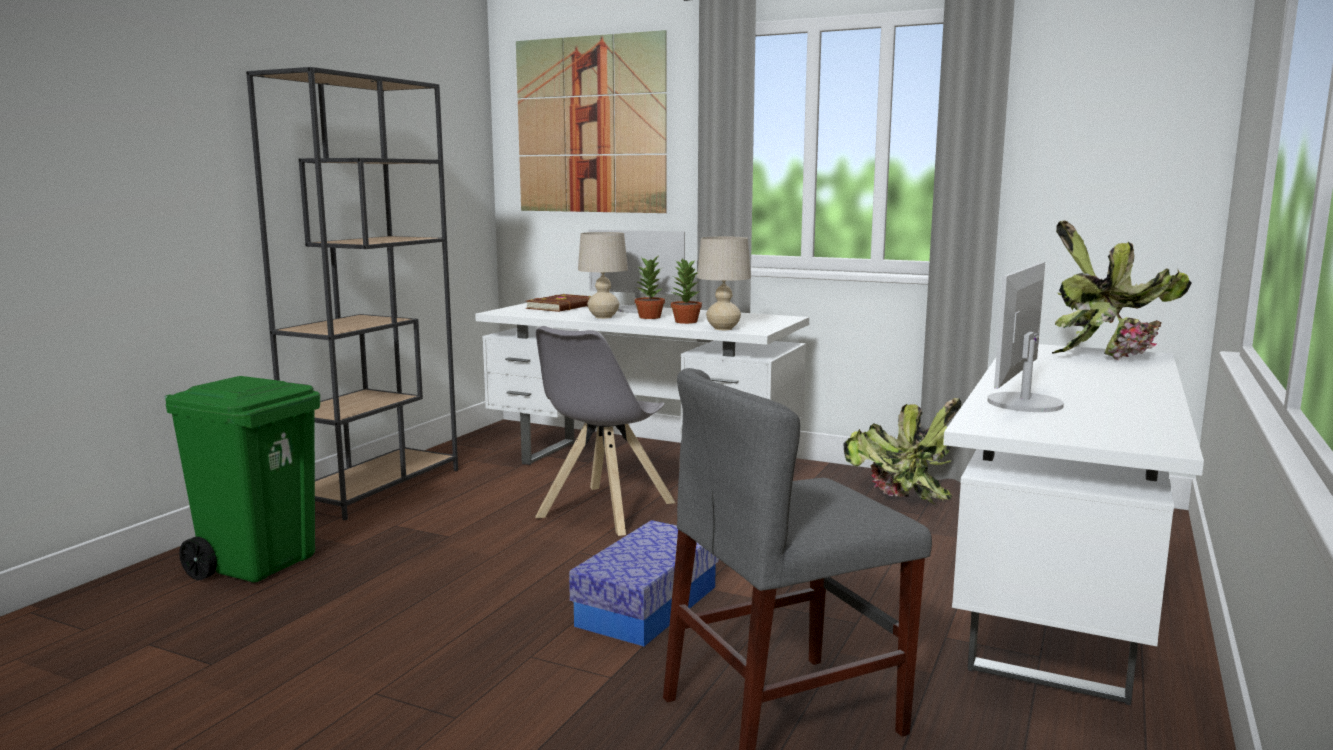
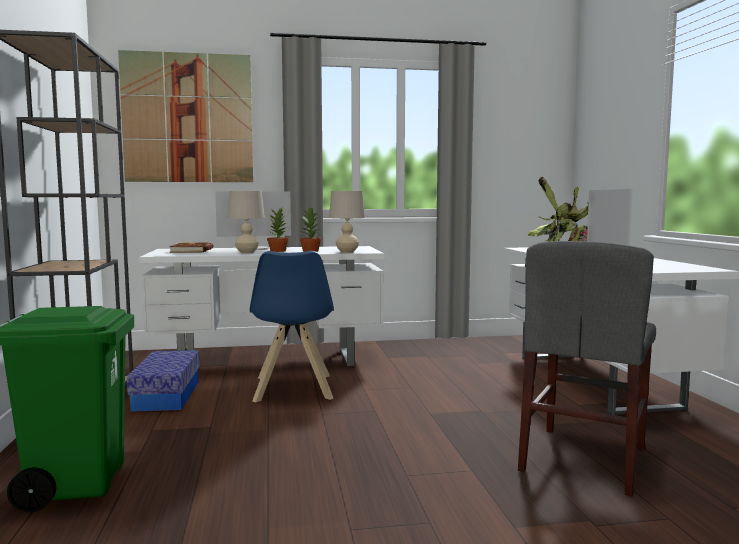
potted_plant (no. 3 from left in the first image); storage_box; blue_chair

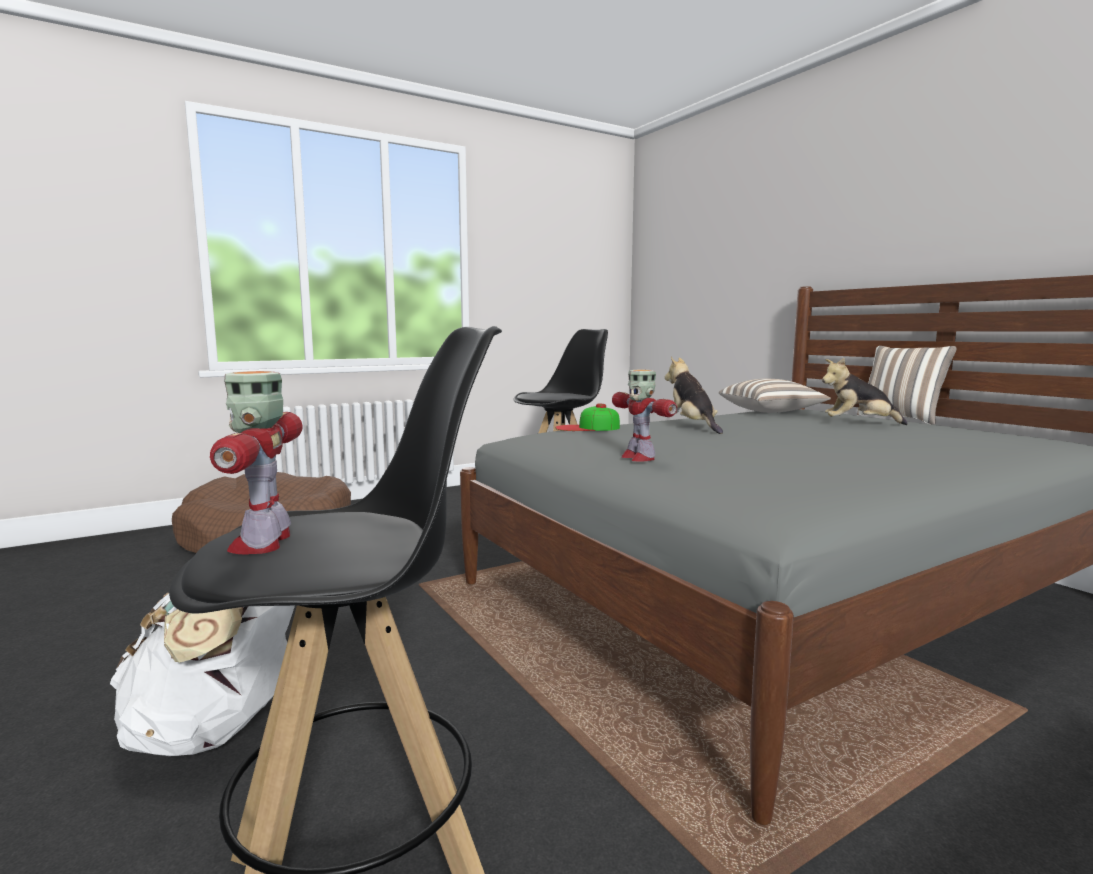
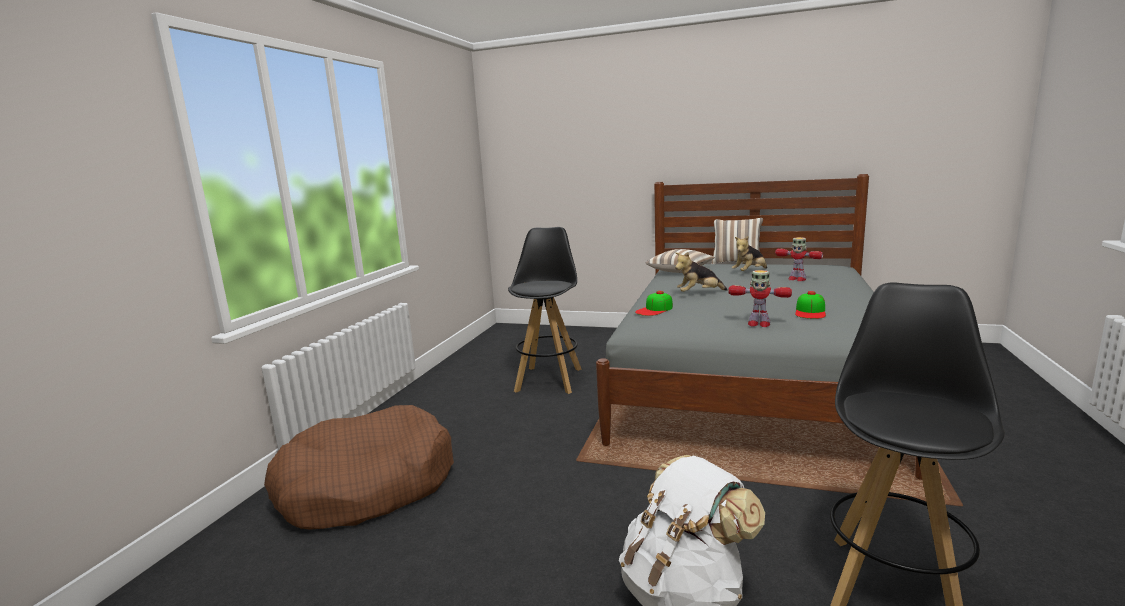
cap (no. 2 from left); toy_robot (no. 2 from left); plush_toy (no. 1 from left)

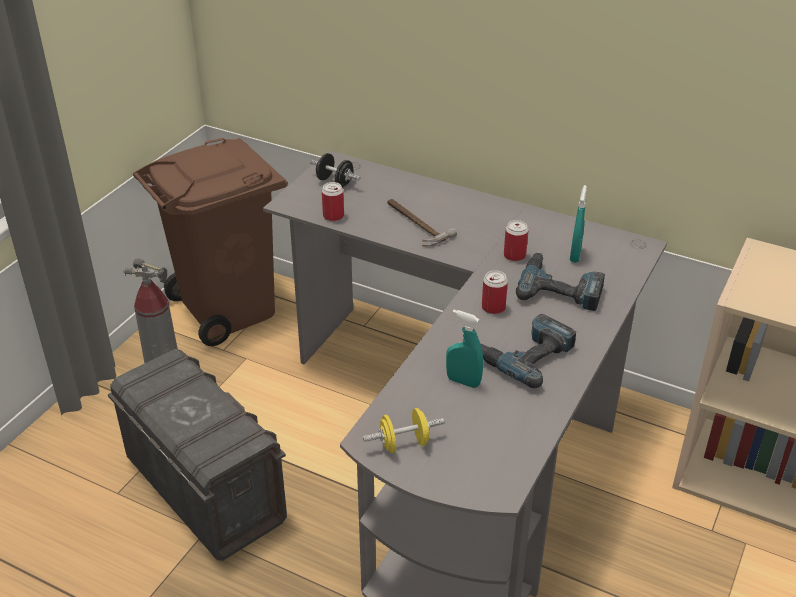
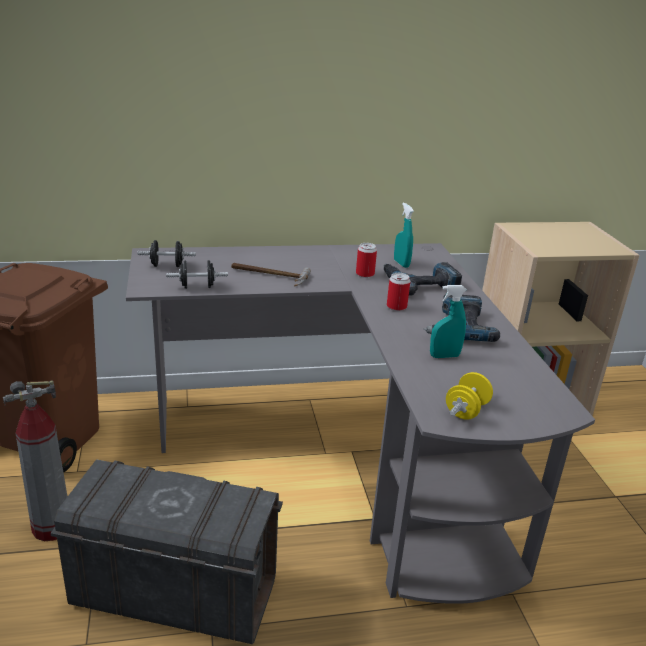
black_dumbbell (no. 2 from left)

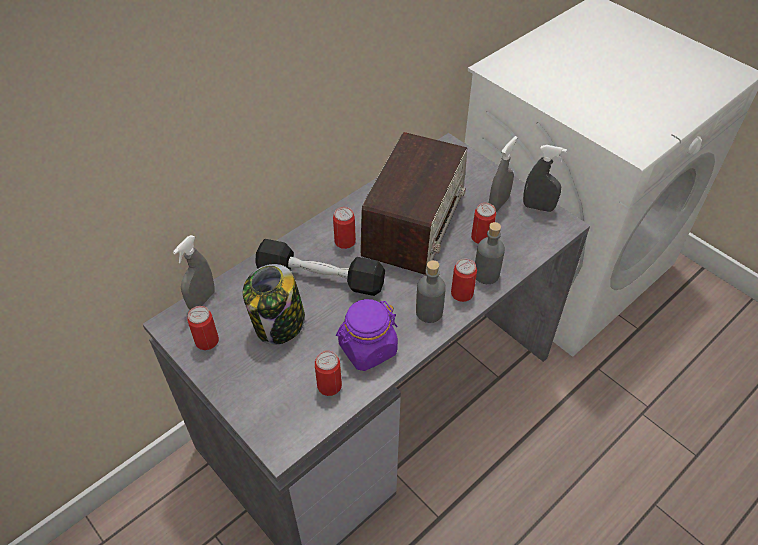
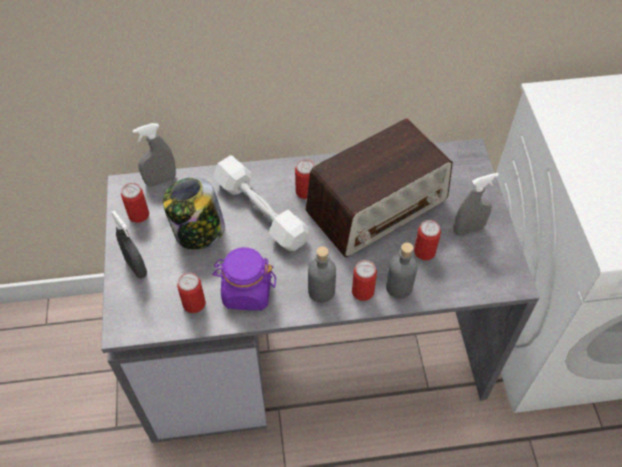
grey_spray_bottle (no. 1 from left); white_dumbbell

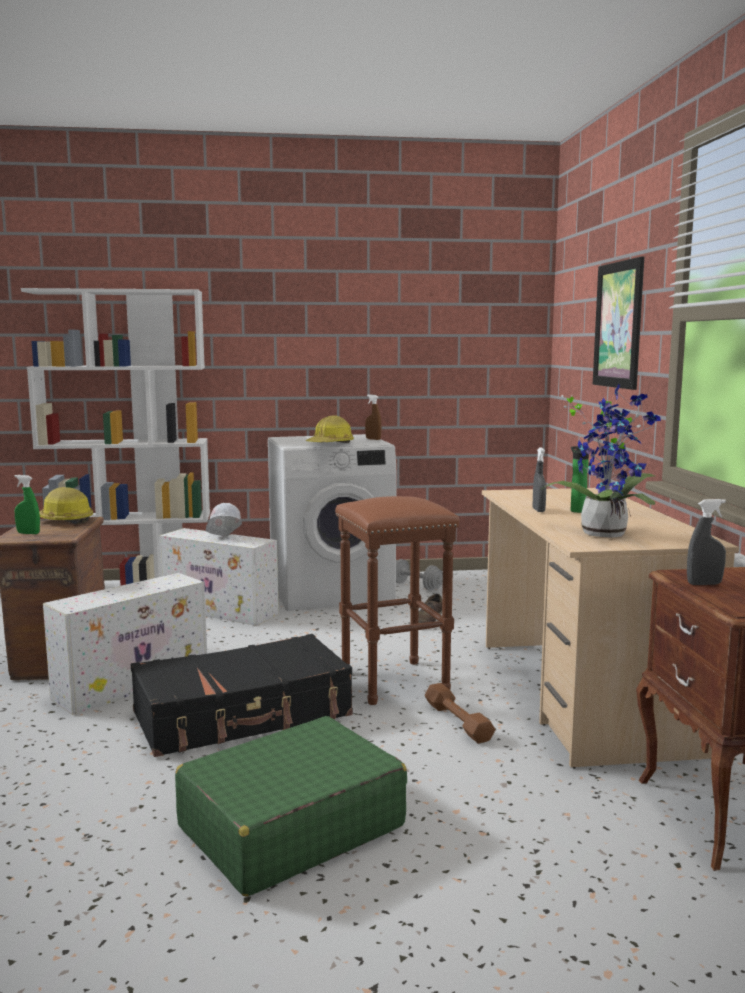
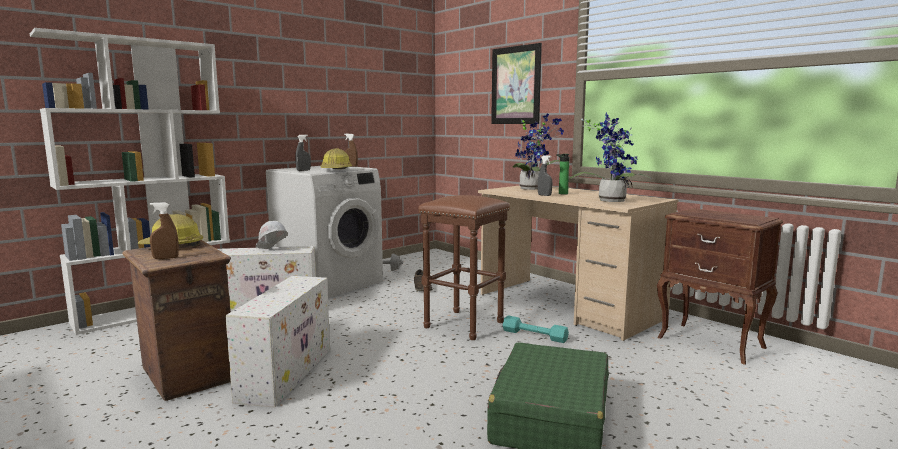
black_suitcase; potted_plant (no. 1 from left); grey_spray_bottle (no. 1 from left); brown_spray_bottle (no. 1 from left); turquoise_dumbbell

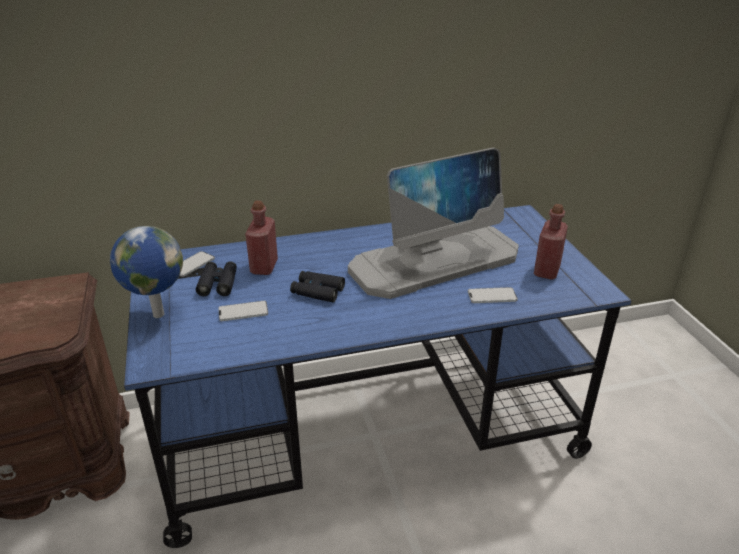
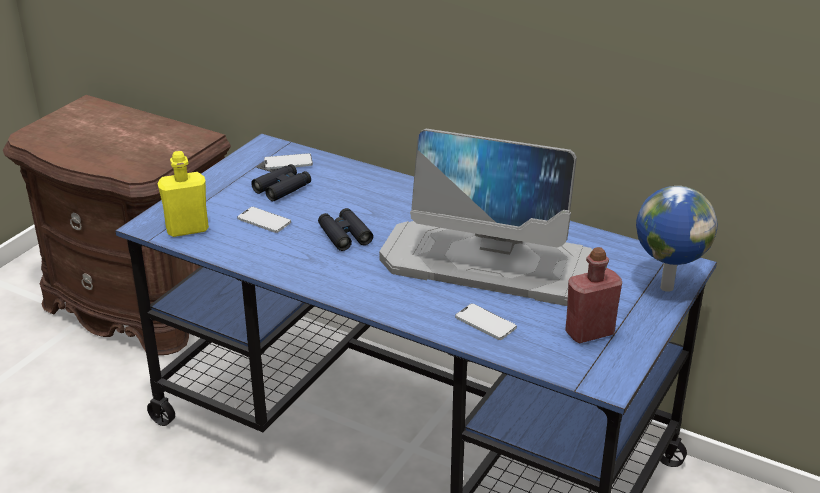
red_bottle (no. 1 from left in the first image); yellow_bottle; globe

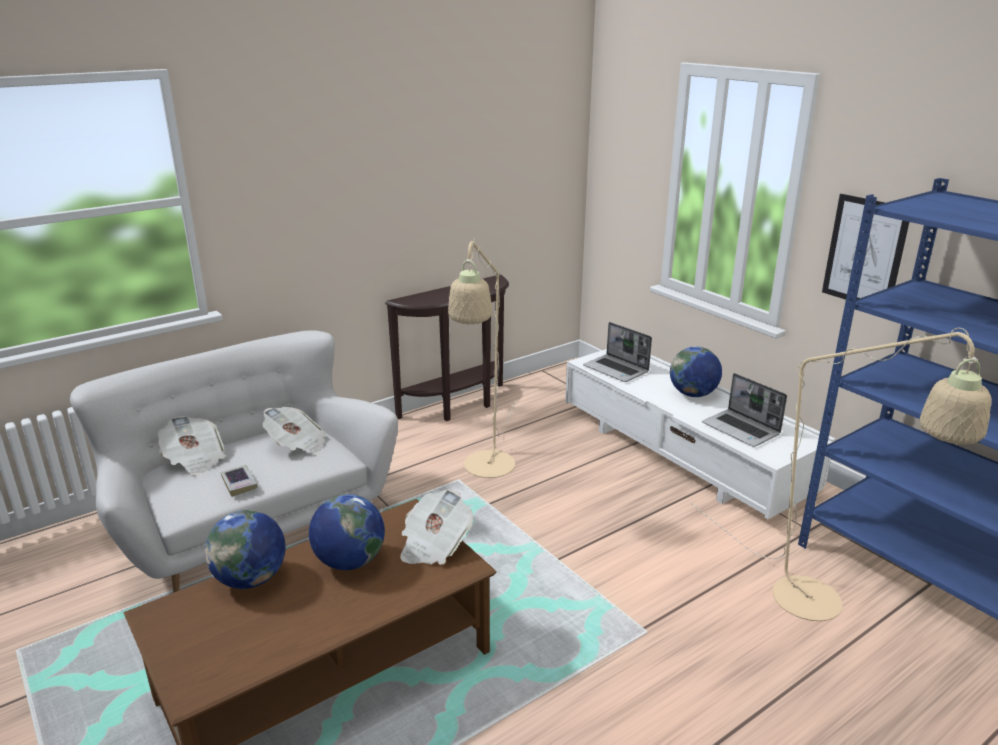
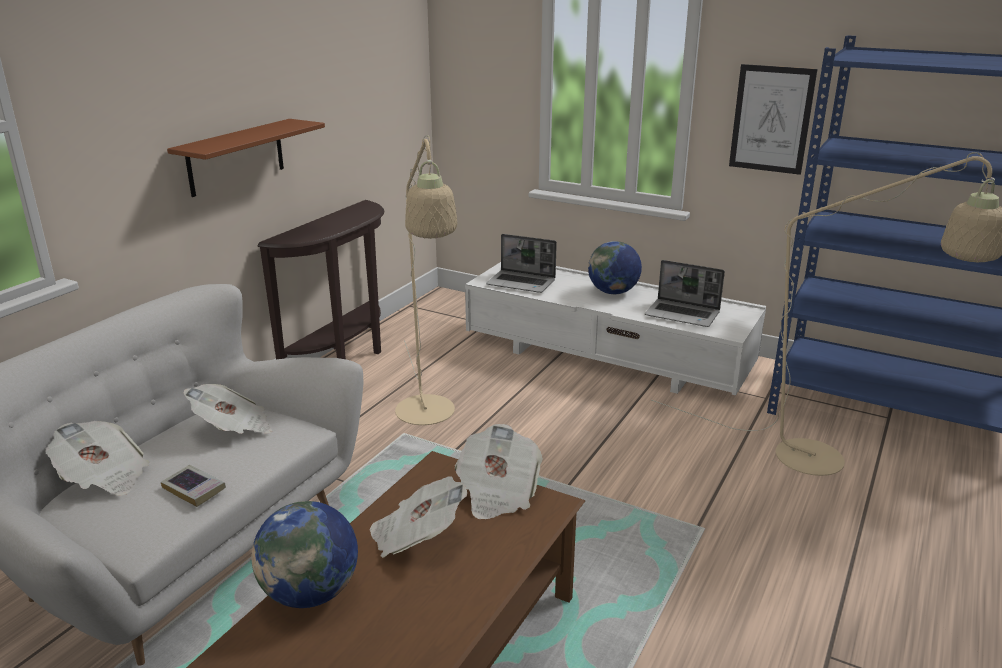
brown_shelf; newspaper (no. 3 from left)

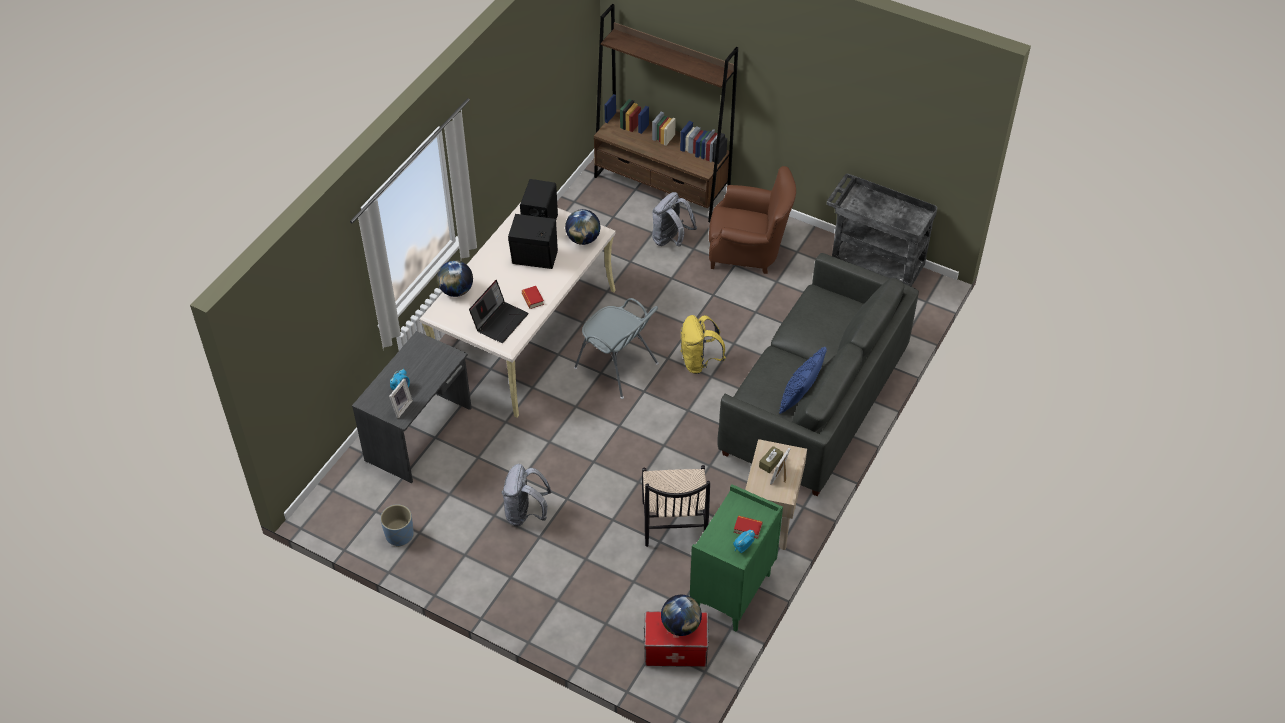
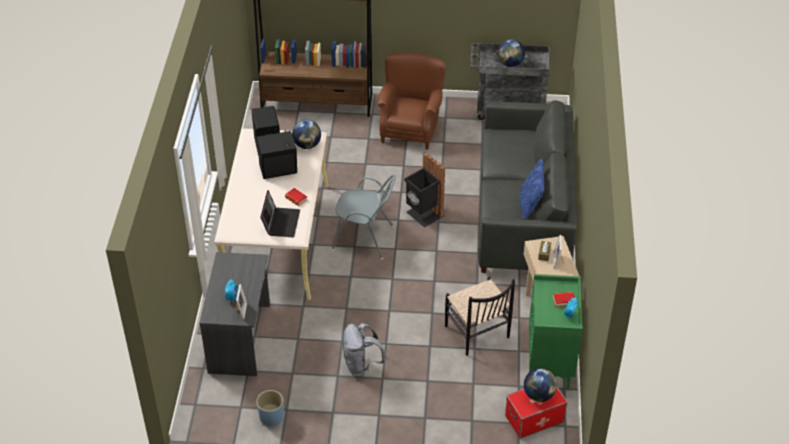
grey_backpack (no. 2 from left in the first image); globe (no. 2 from left); black_trash_can; brown_armchair

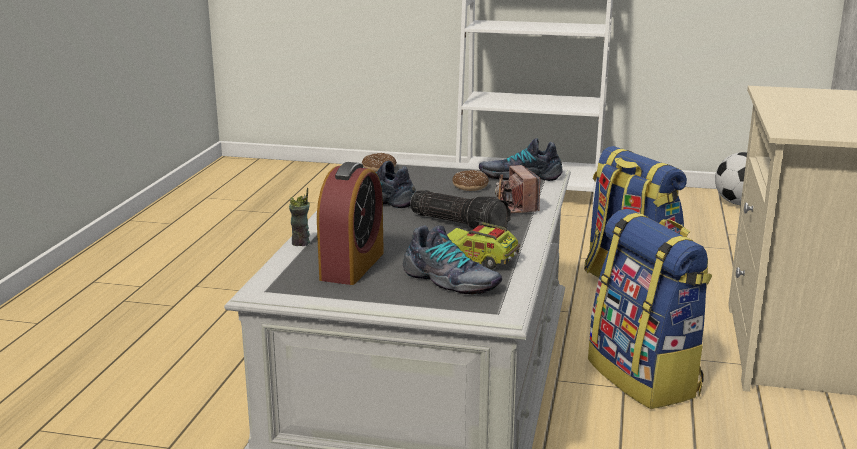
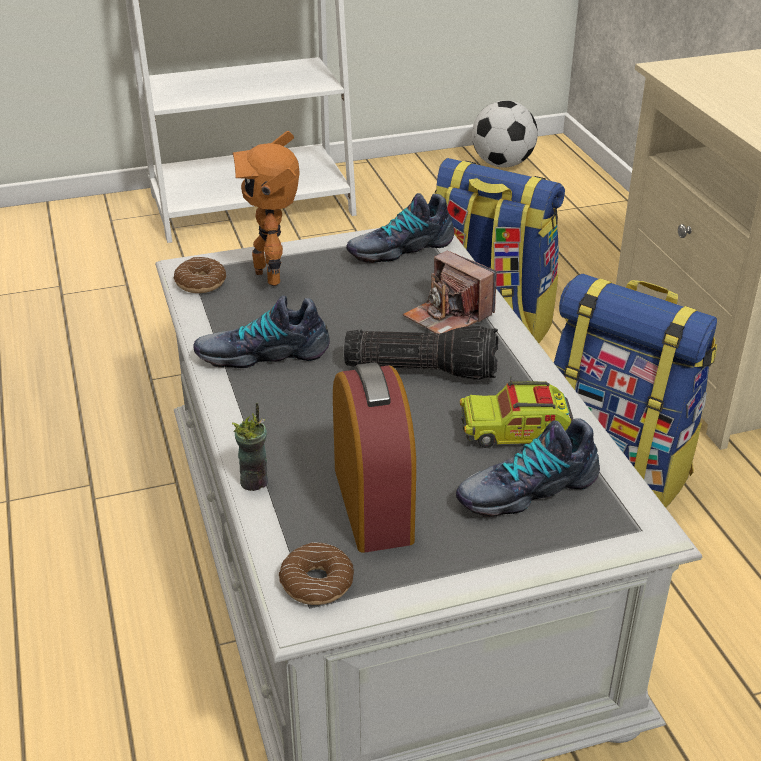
toy_robot; donut (no. 2 from left); shoe (no. 3 from left)

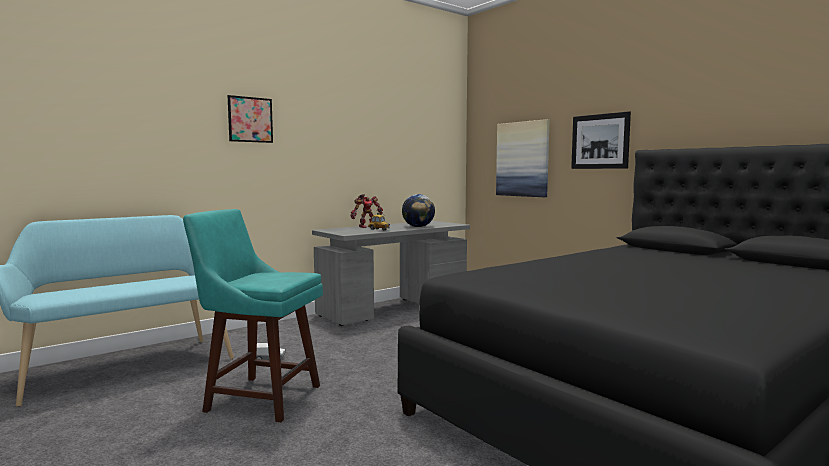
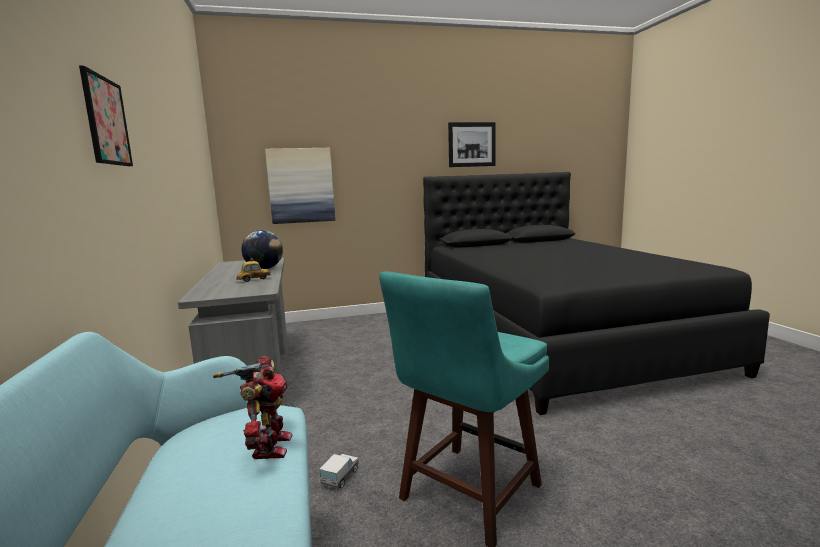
toy_robot; picture (no. 3 from left)

